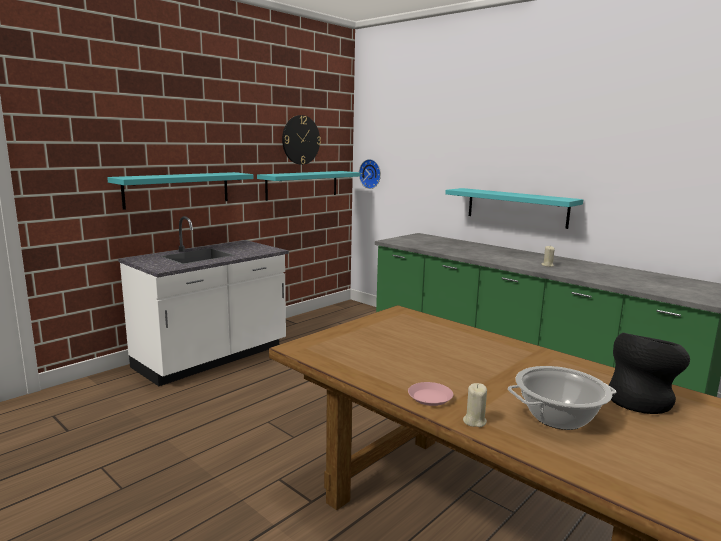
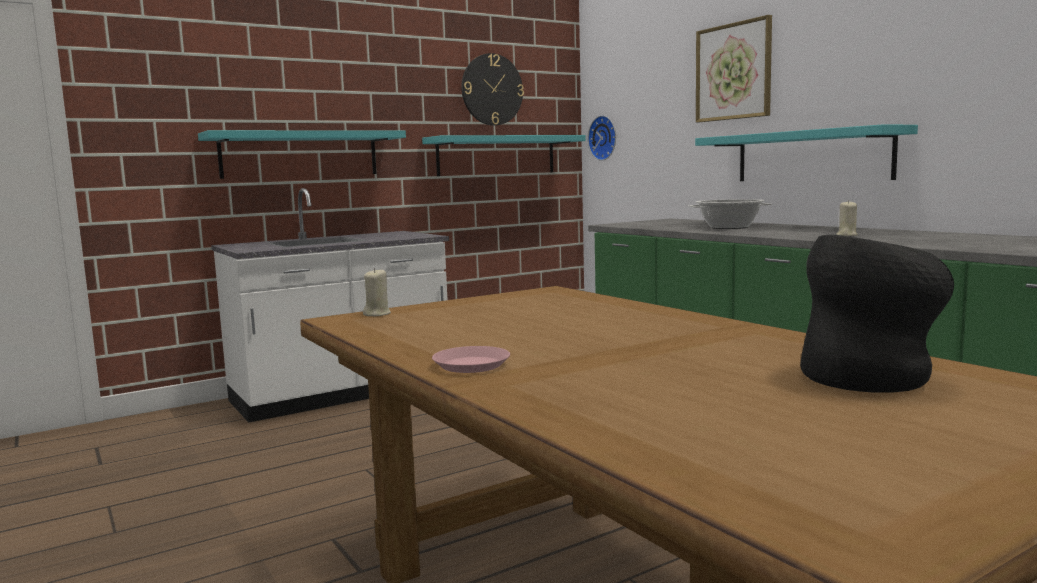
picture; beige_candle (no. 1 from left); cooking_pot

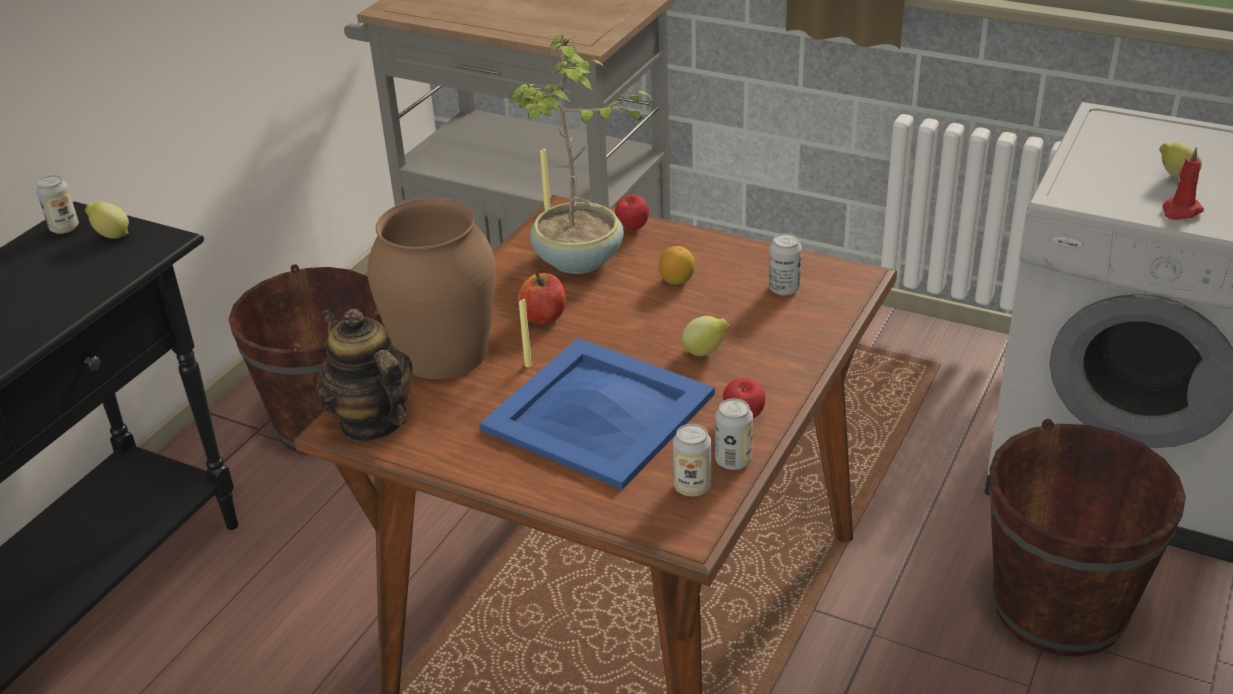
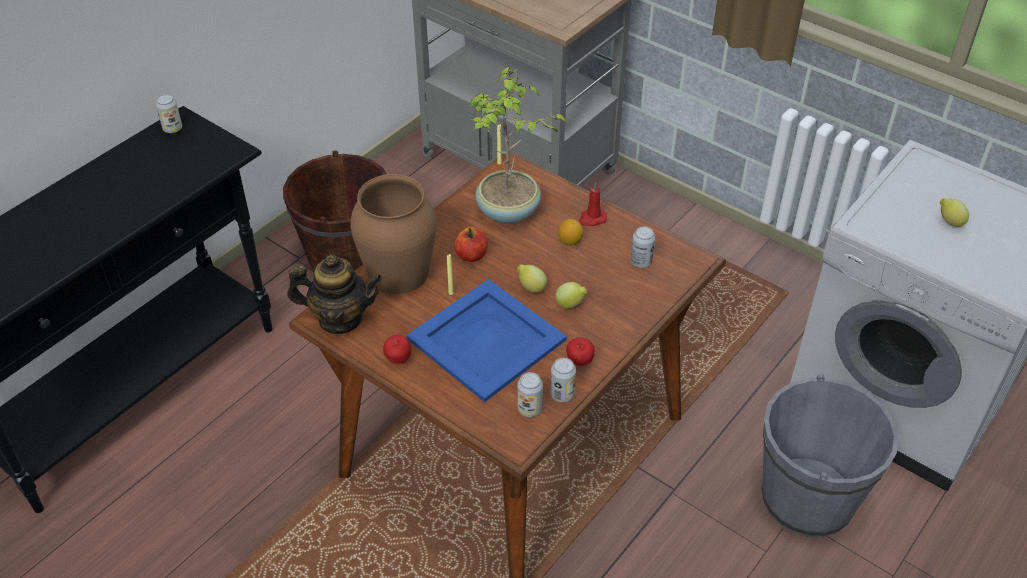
lemon (no. 1 from left); apple (no. 1 from left); red_candle; grey_bucket; teapot

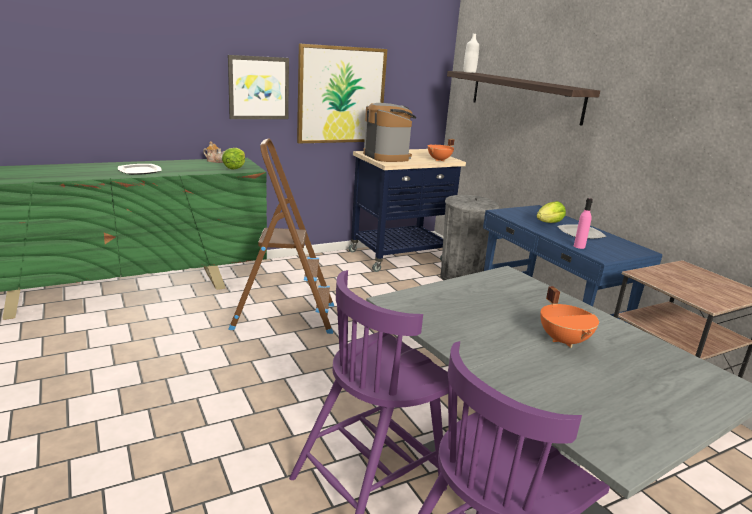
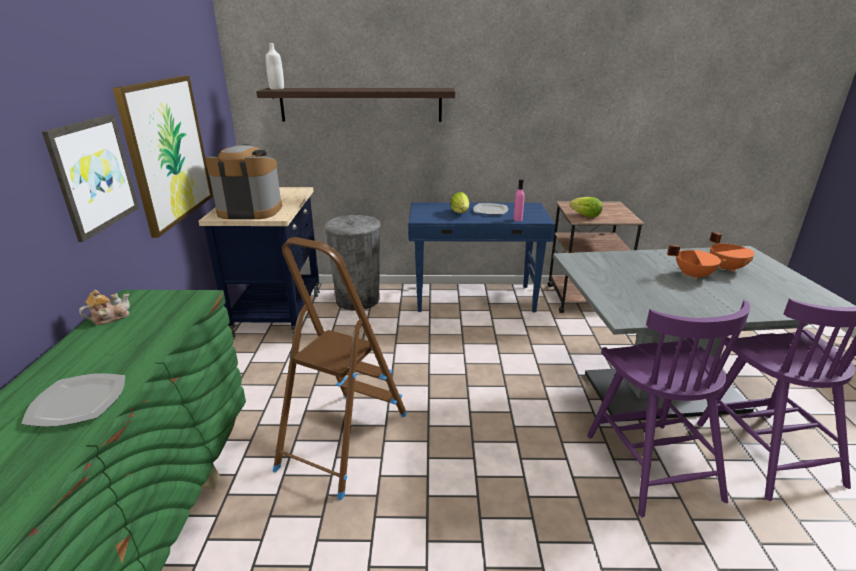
lettuce (no. 2 from left); orange_cooking_pot (no. 2 from left)

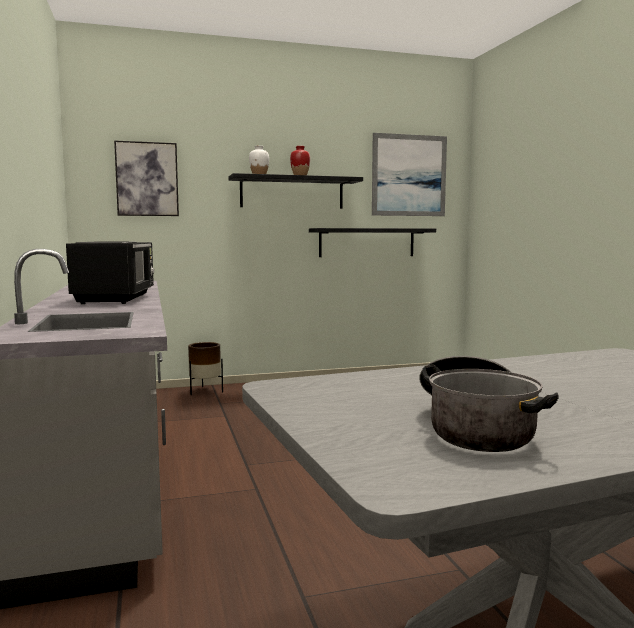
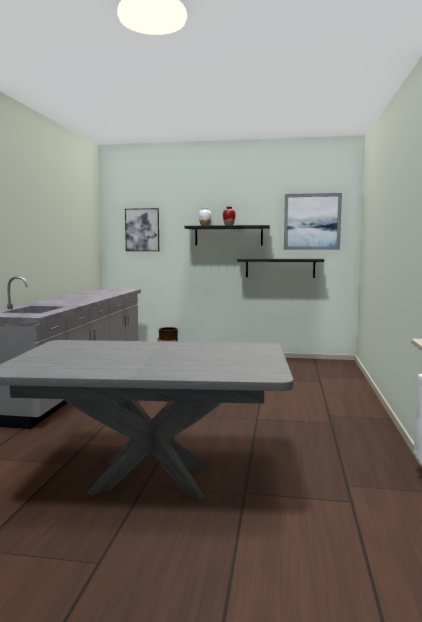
black_microwave; cooking_pot

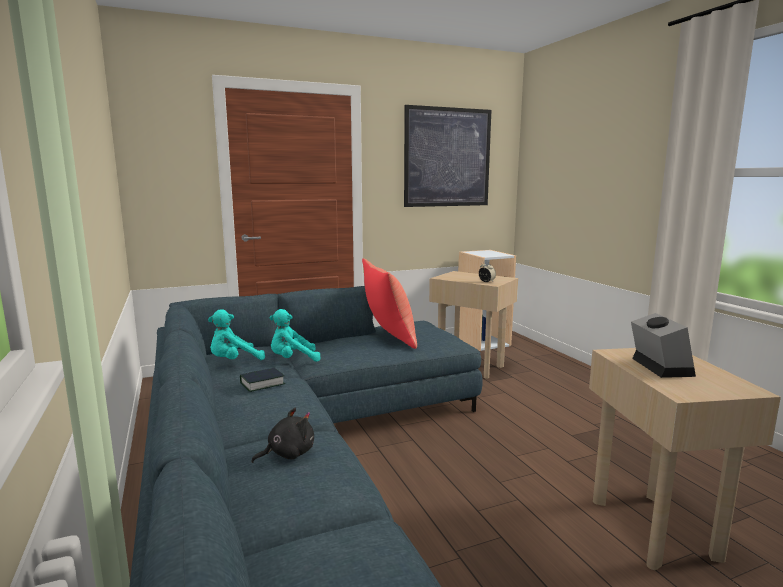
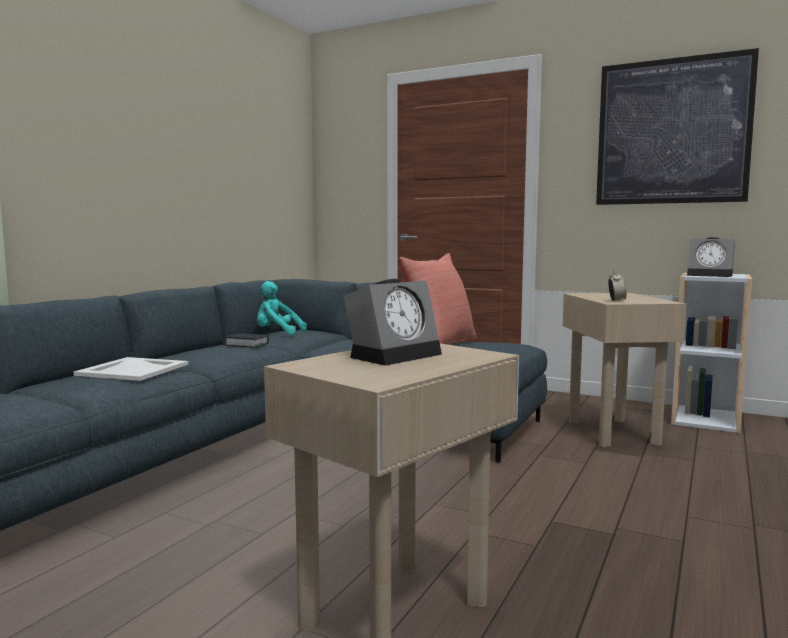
turquoise_plush_toy (no. 2 from left in the first image); alarm_clock (no. 3 from left); white_tray

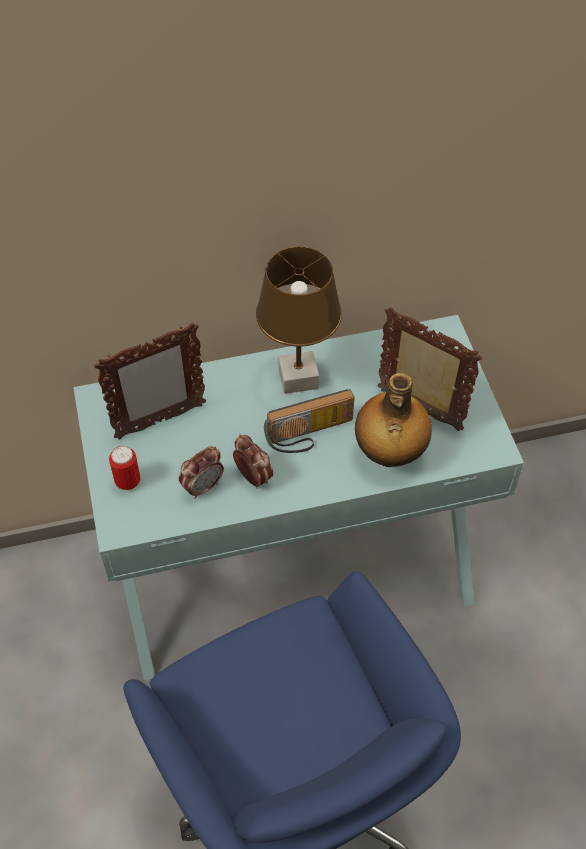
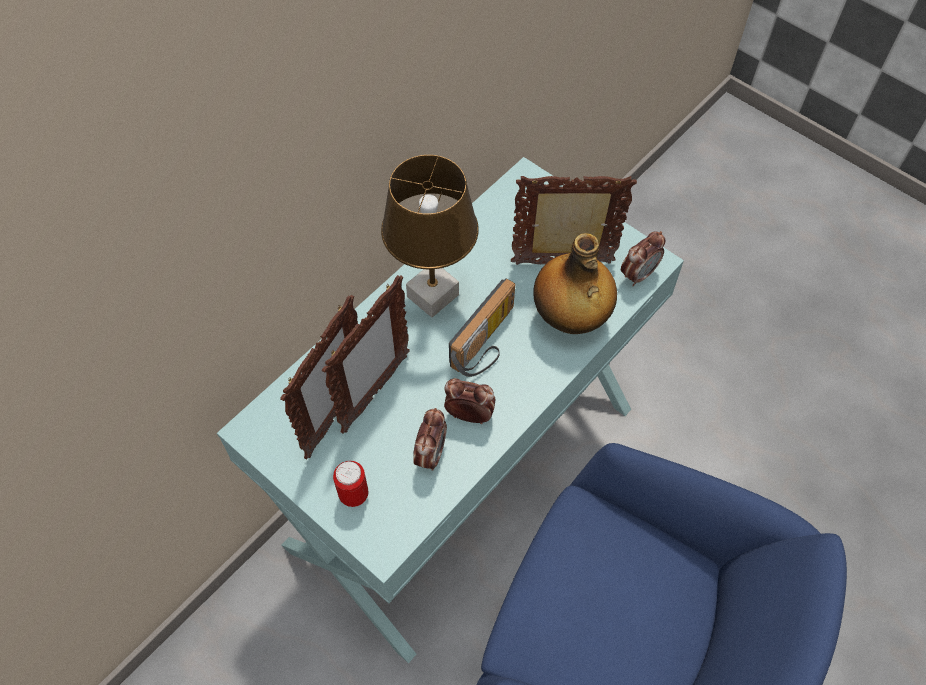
picture_frame (no. 2 from left); alarm_clock (no. 3 from left)

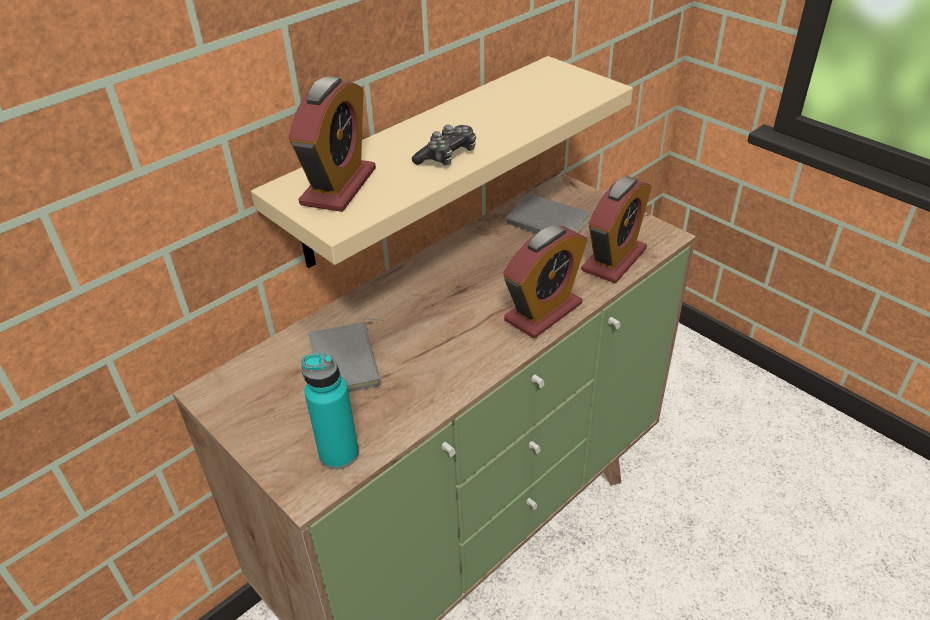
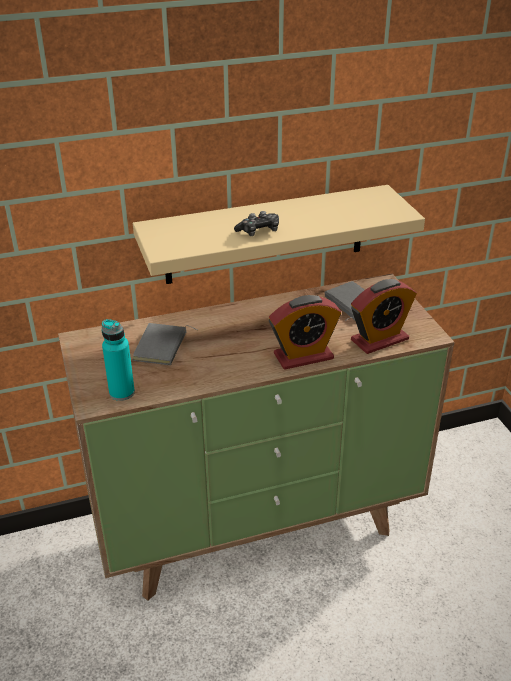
alarm_clock (no. 1 from left in the first image)

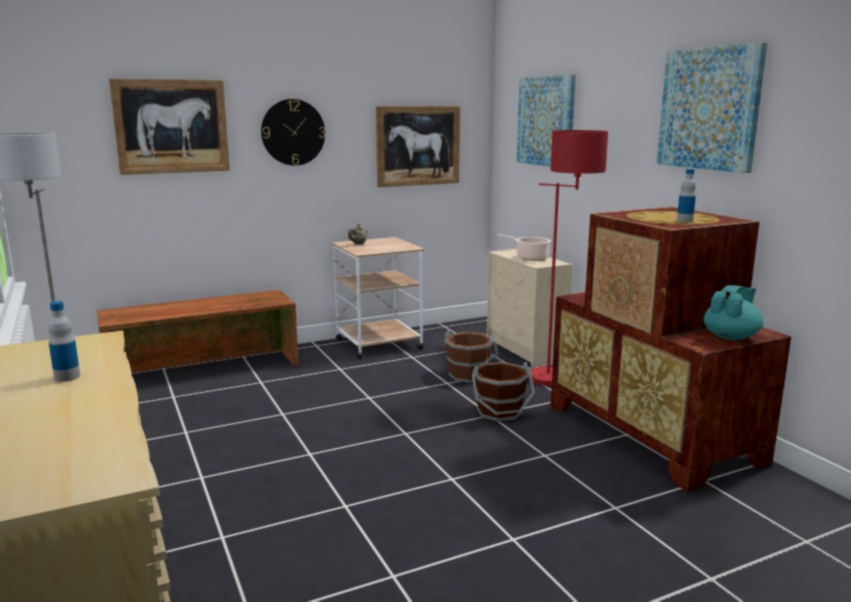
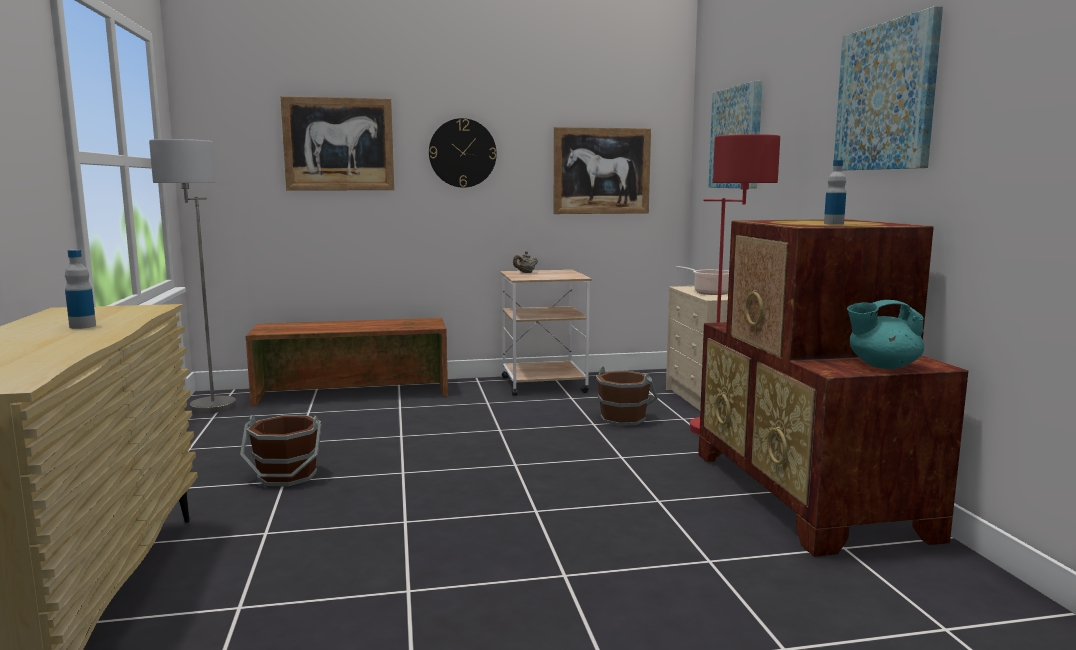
brown_bucket (no. 1 from left); turquoise_teapot

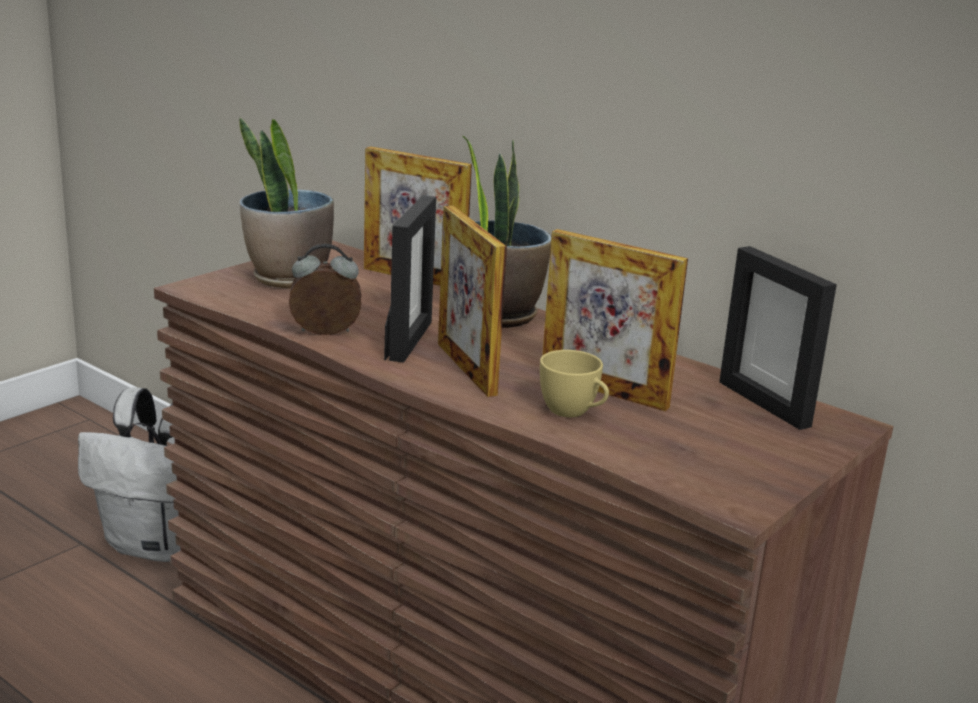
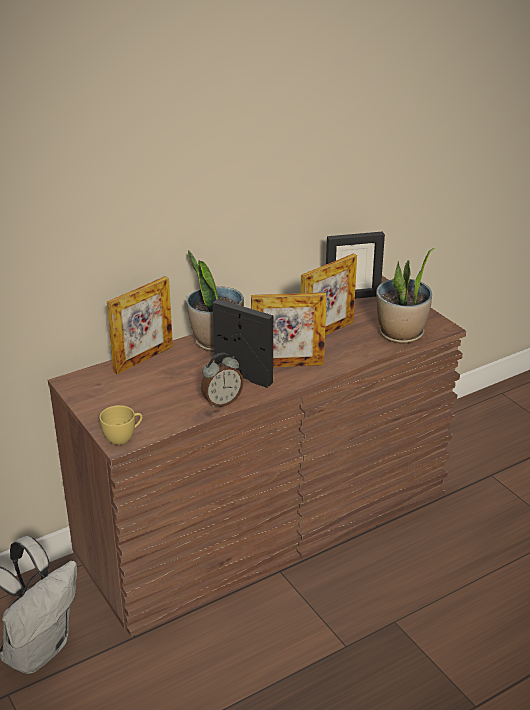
potted_plant (no. 2 from left); yellow_cup; alarm_clock

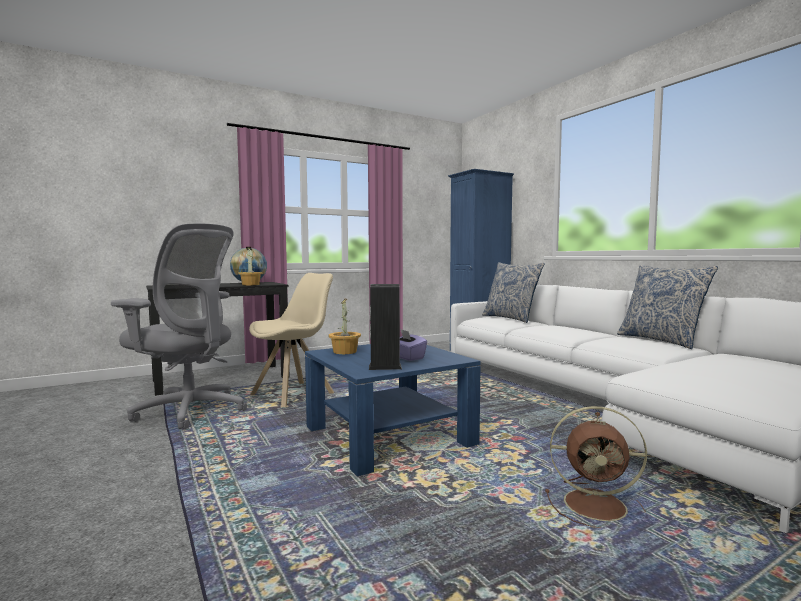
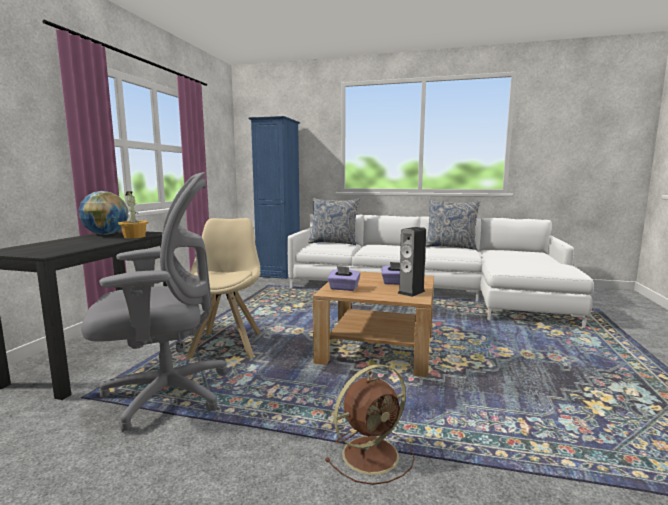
brown_fan; purple_tissue_box (no. 1 from left); brown_coffee_table

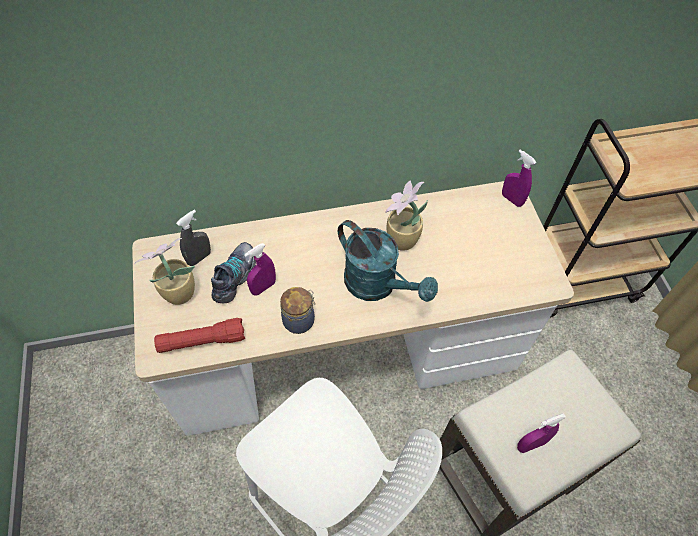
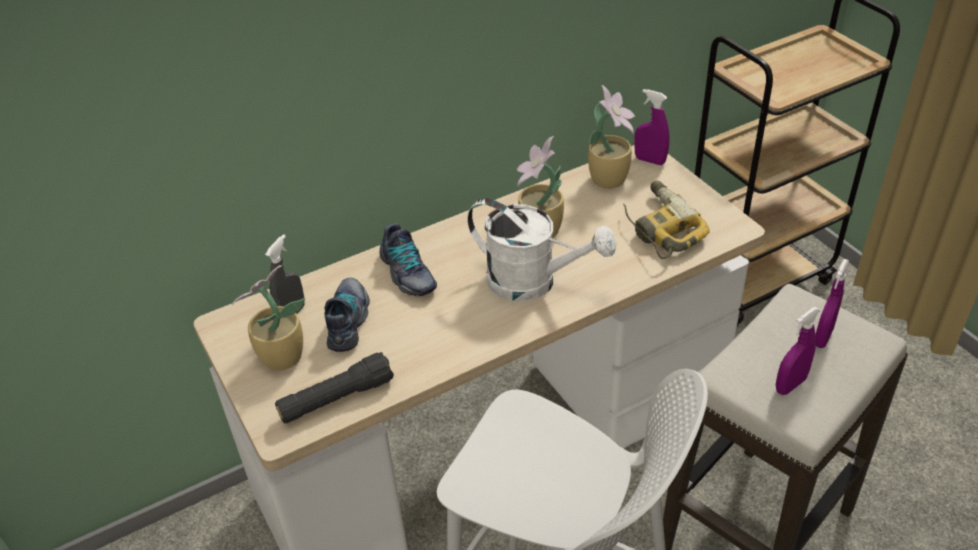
jar; shoe (no. 2 from left); potted_plant (no. 3 from left); power_drill; purple_spray_bottle (no. 3 from left); black_flashlight; white_watering_can

